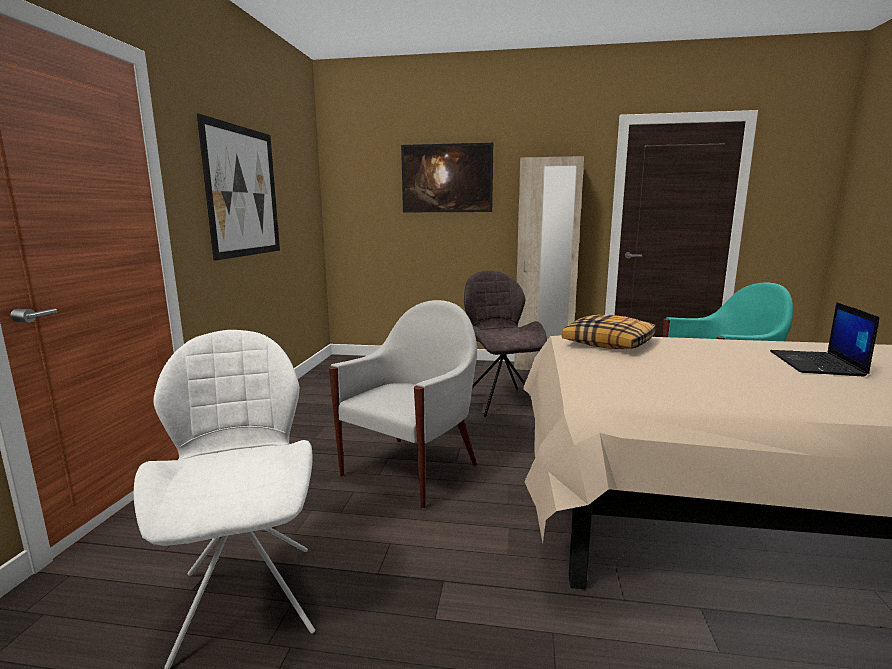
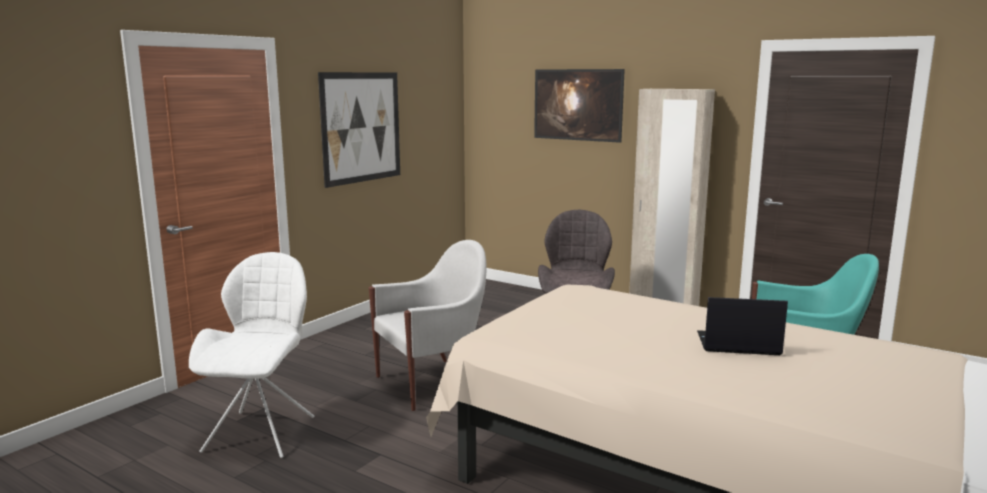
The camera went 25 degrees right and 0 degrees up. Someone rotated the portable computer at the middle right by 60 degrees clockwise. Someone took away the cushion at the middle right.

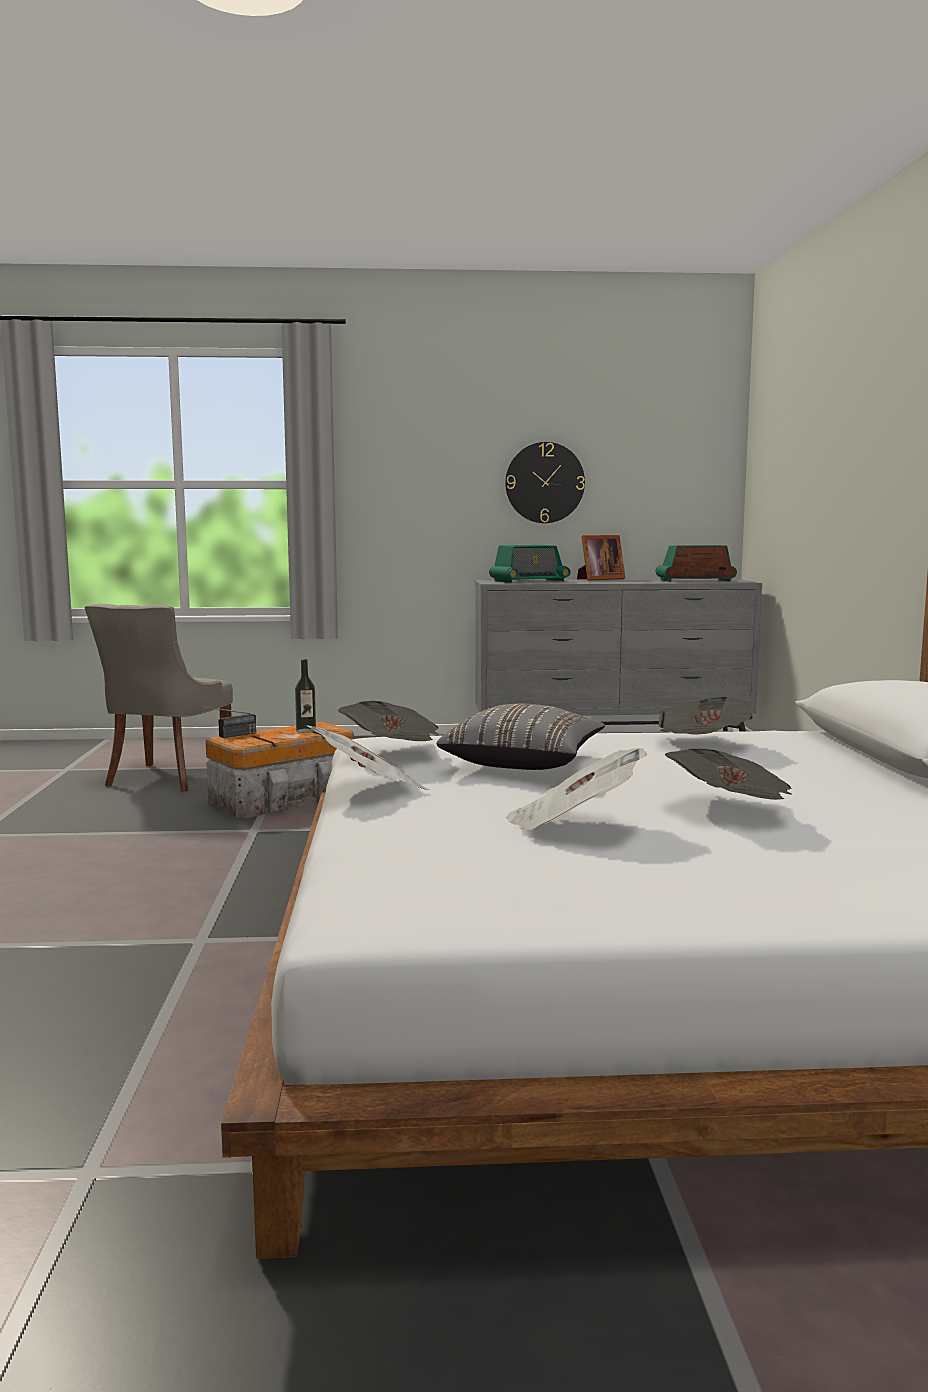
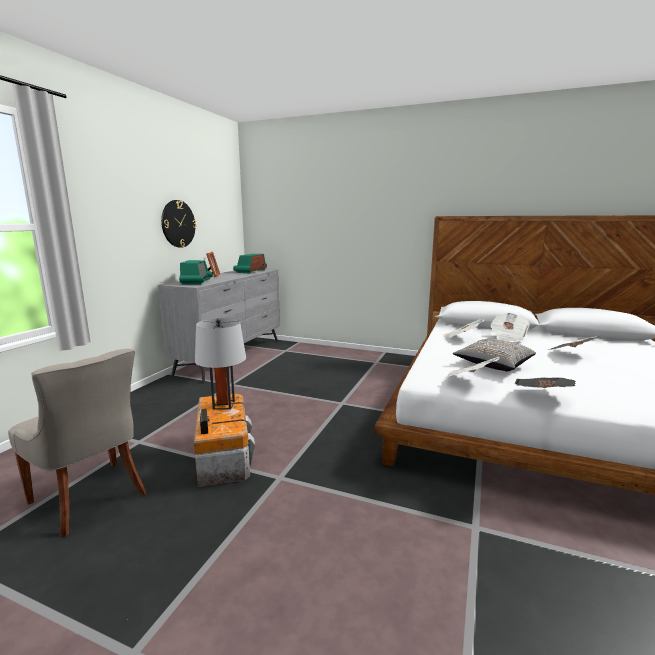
The camera went 65 degrees left and 5 degrees up. Someone swapped the beverage bottle at the middle left for the table lamp (grey) at the centre. Someone carried the printed paper (no. 3 from left) from the centre to the middle right.

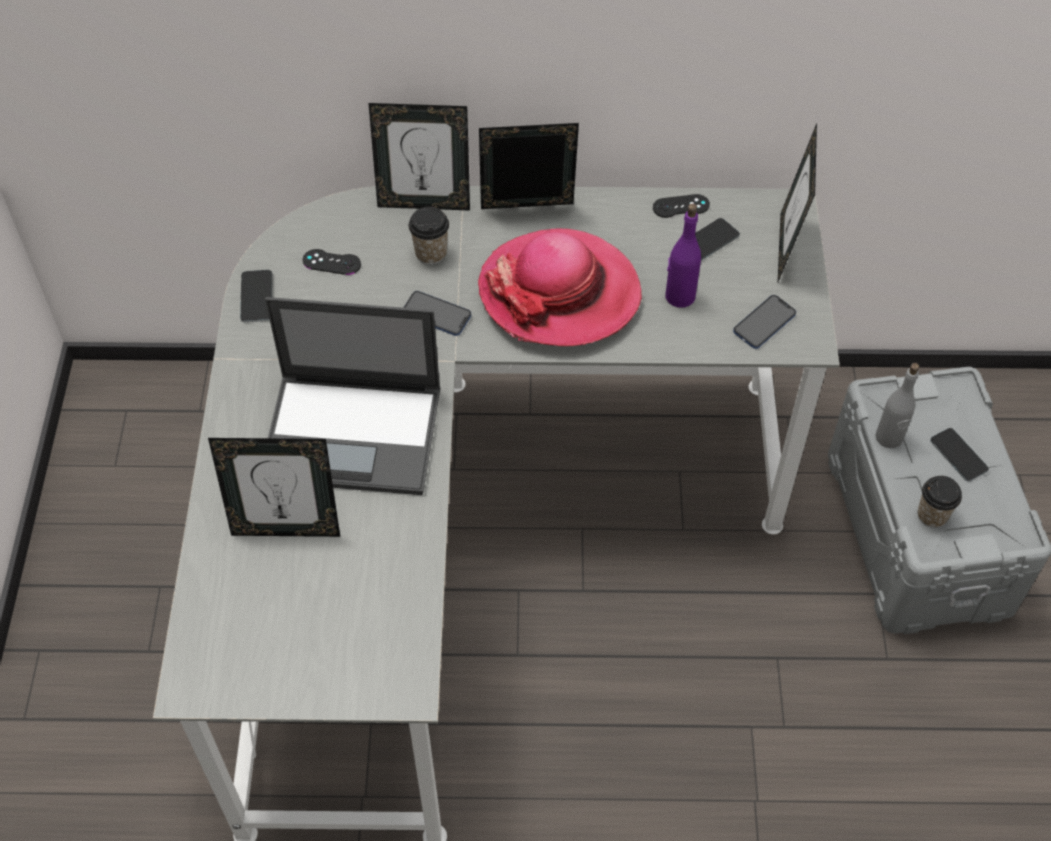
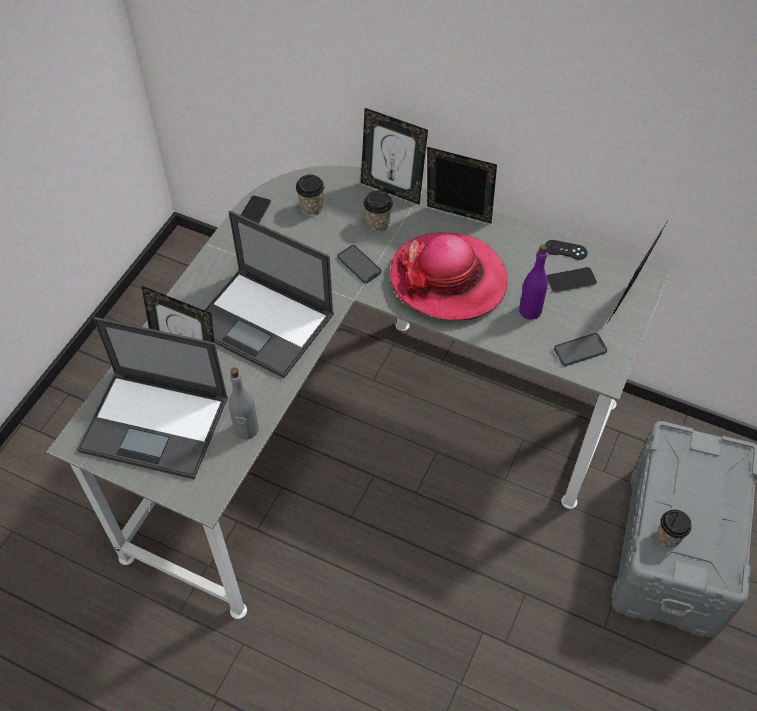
The camera went 25 degrees right and 0 degrees up. Someone swapped the joypad (blackish) (no. 1 from left) at the top left for the cup (no. 1 from left) at the top centre. Someone carried the beverage bottle (grey) from the middle right to the middle left. Someone took away the telephone (no. 5 from left) at the middle right. Someone put down the portable computer (no. 1 from left) at the middle left.

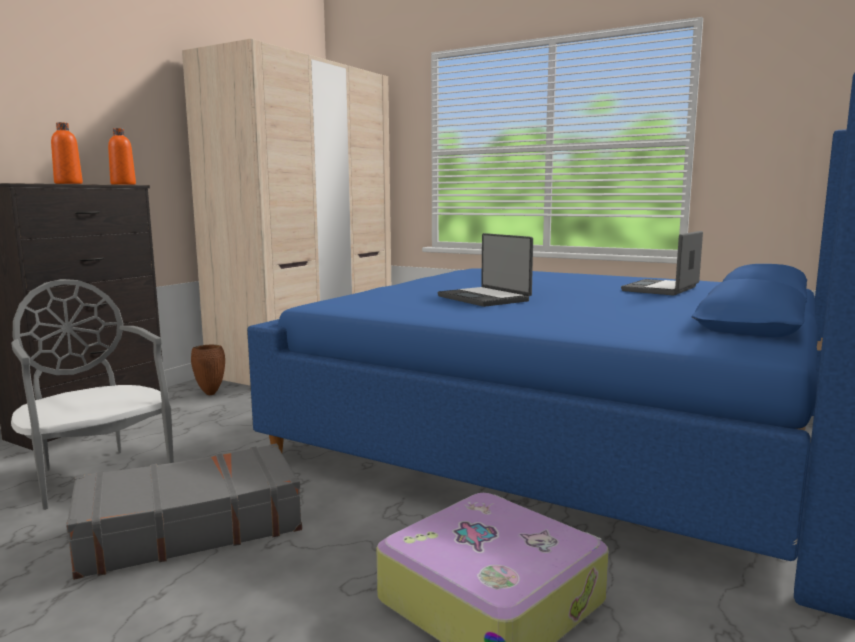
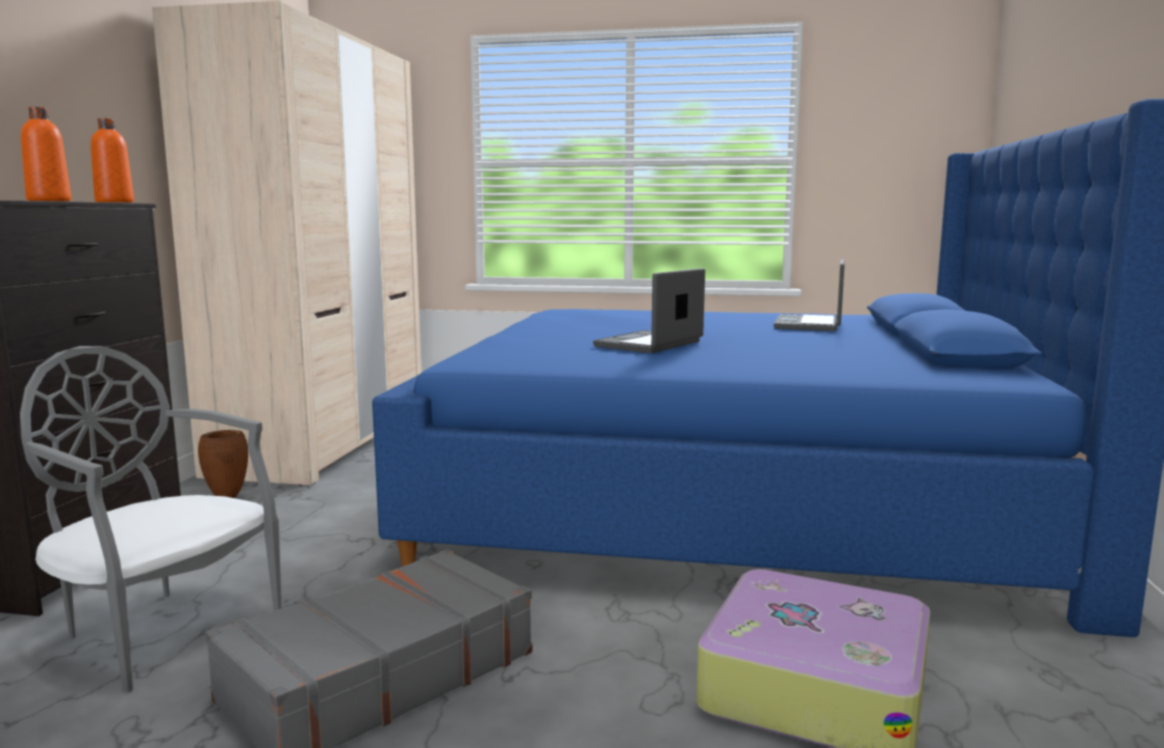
The camera went 20 degrees left and 0 degrees up. Someone rotated the portable computer (no. 1 from left) at the centre by 90 degrees clockwise.

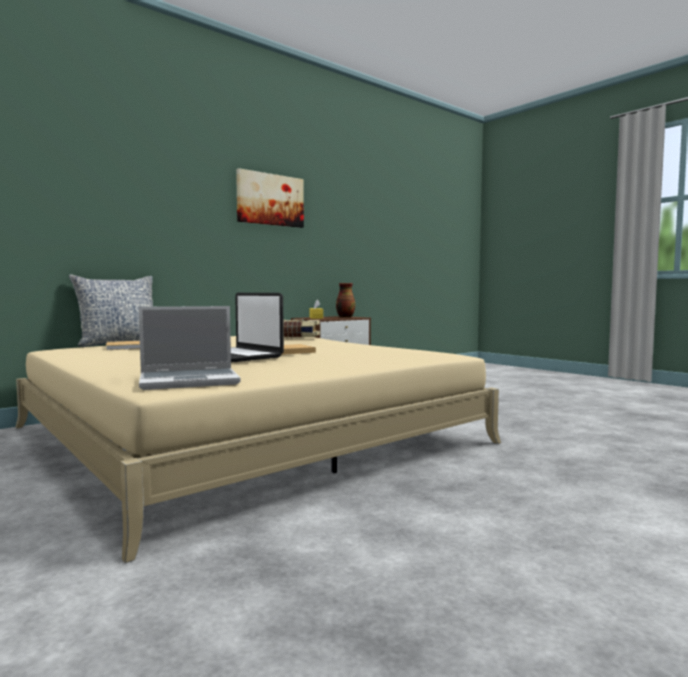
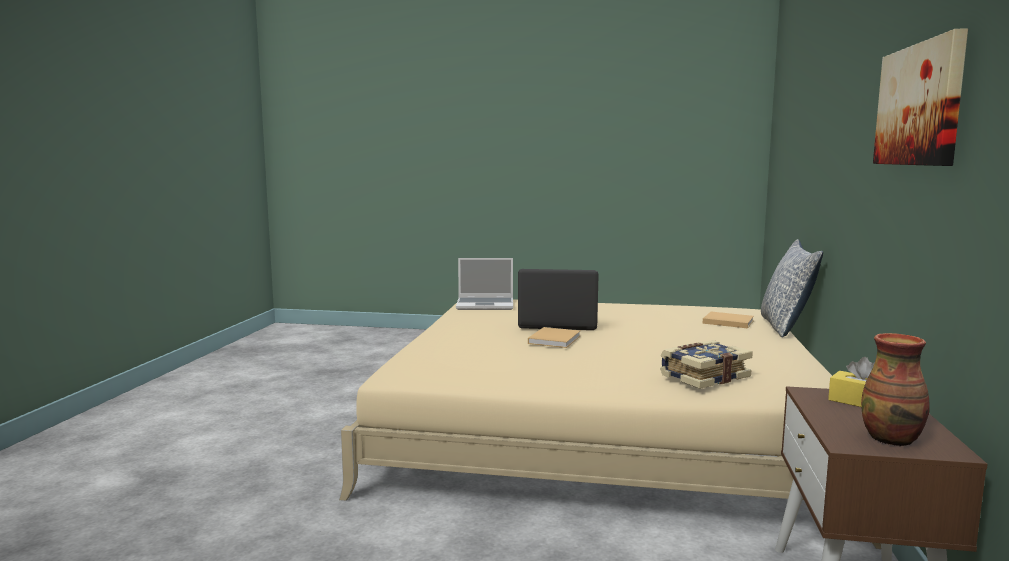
The camera went 140 degrees right and 5 degrees up. Someone rotated the portable computer (no. 1 from left) at the middle left by 120 degrees counterclockwise.

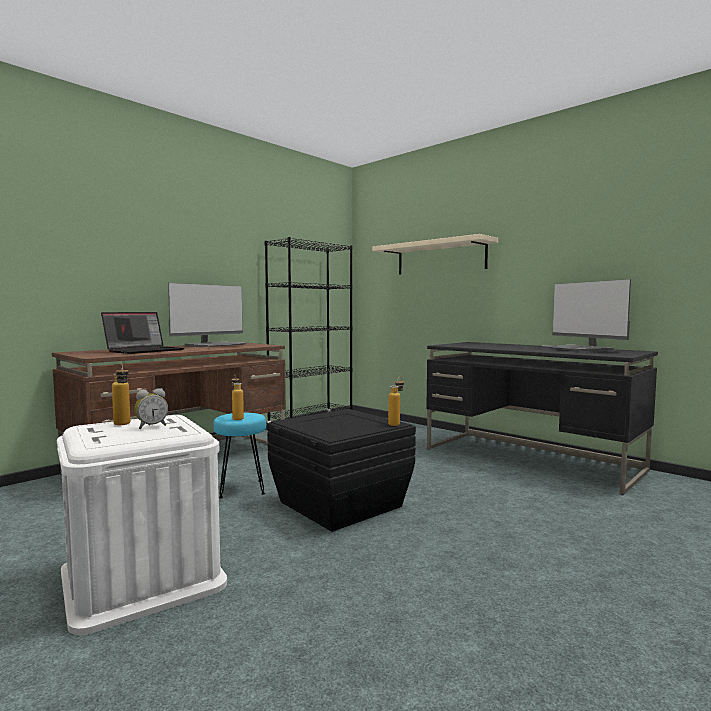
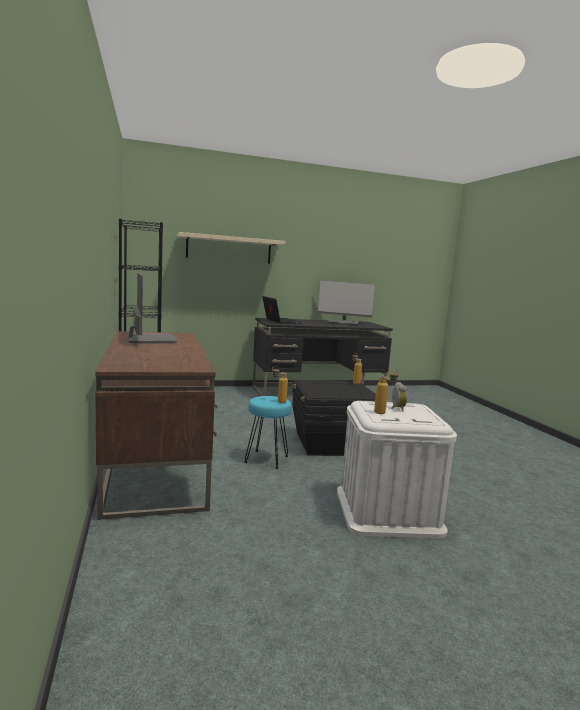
The camera went 60 degrees left and 5 degrees up. Someone carried the portable computer from the middle left to the centre.

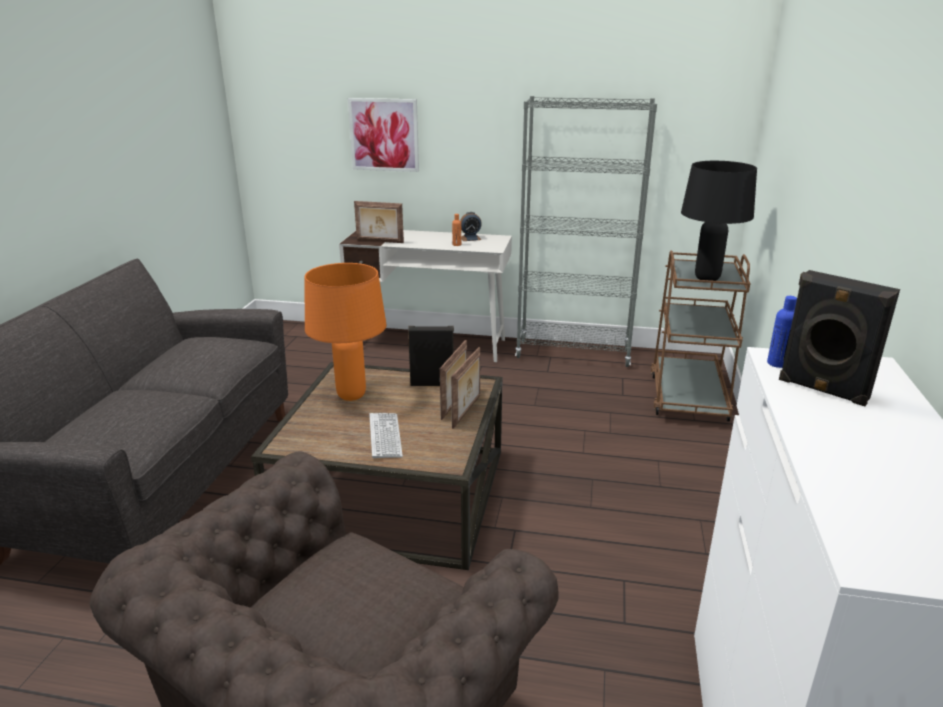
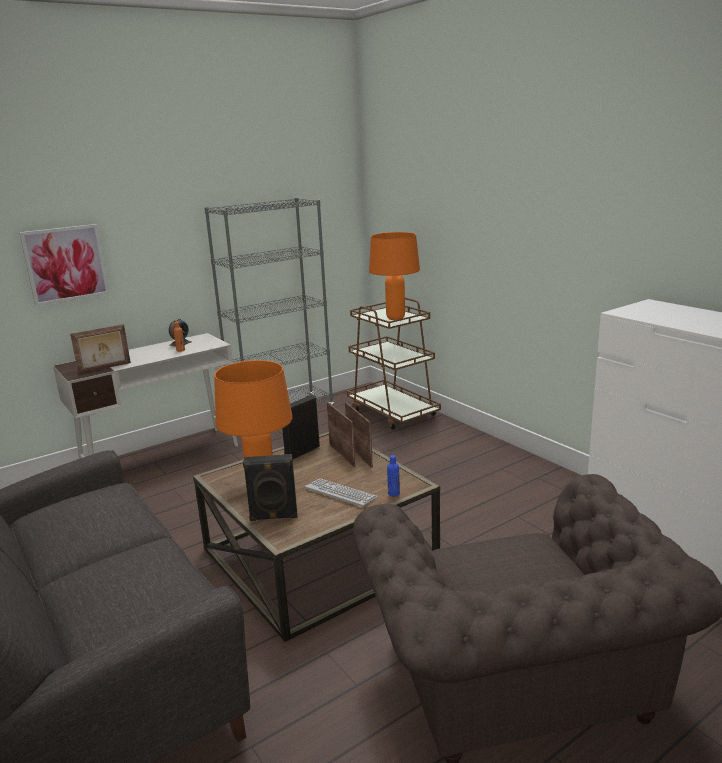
The camera went 45 degrees left and 5 degrees down. Someone repainted the table lamp (blackish) at the top right, which became the table lamp (orange-coloured) (no. 2 from left) at the centre. Someone carried the audio speaker (blackish) (no. 2 from left in the first image) from the middle right to the centre. Someone carried the beverage bottle (bluish) from the middle right to the centre.

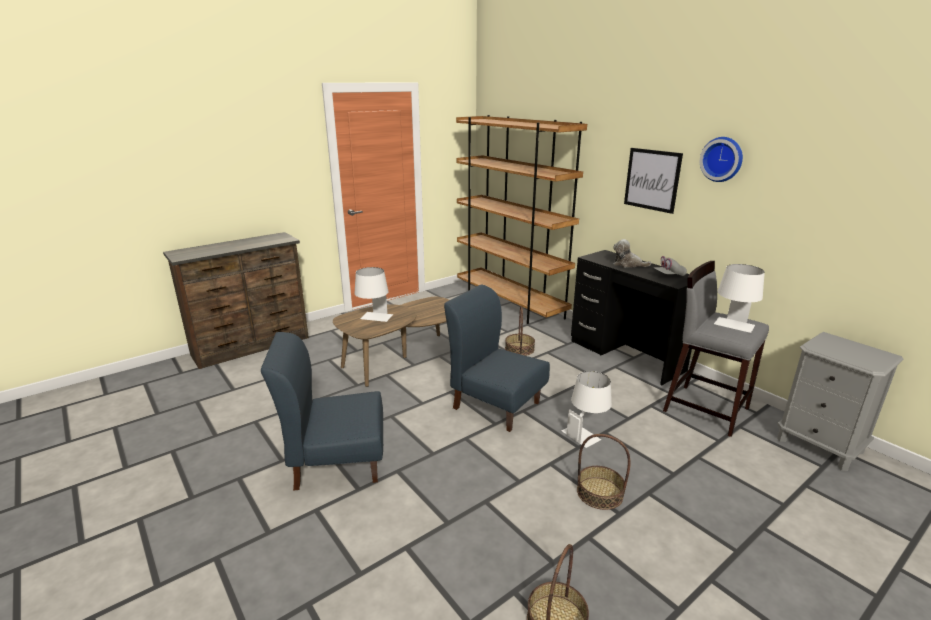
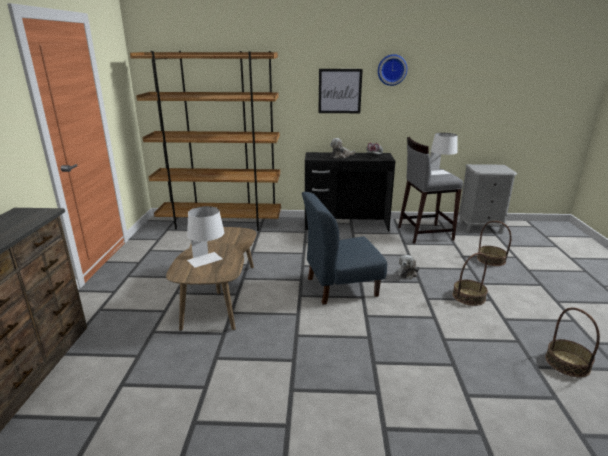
The camera went 50 degrees left and 0 degrees up. Someone carried the household basket (no. 1 from left in the first image) from the centre to the middle right. Someone took away the upright chair (bluish) (no. 1 from left) at the centre. Someone swapped the table lamp (white) (no. 2 from left) at the centre for the plush toy (no. 2 from left) at the middle right.

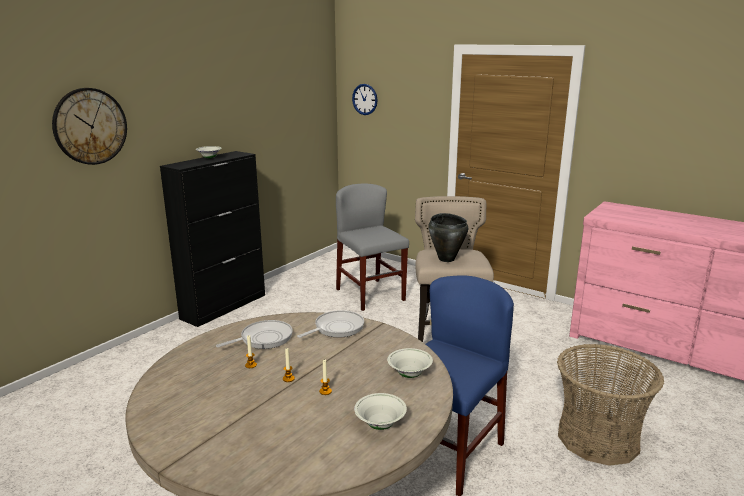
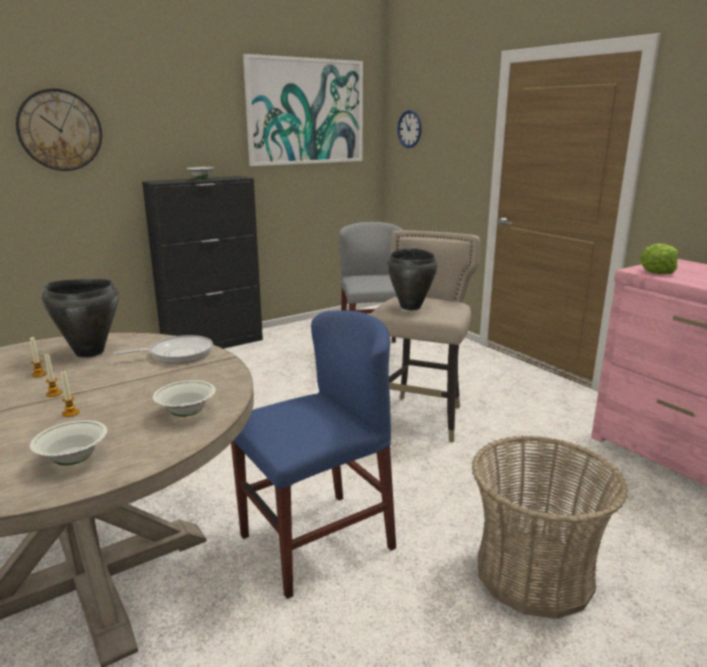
The camera went 20 degrees right and 0 degrees up. Someone swapped the skillet (no. 1 from left) at the bottom centre for the cooking pot (blackish) (no. 1 from left) at the middle left. Someone put up the wall picture at the top centre. Someone put down the lettuce at the middle right.

